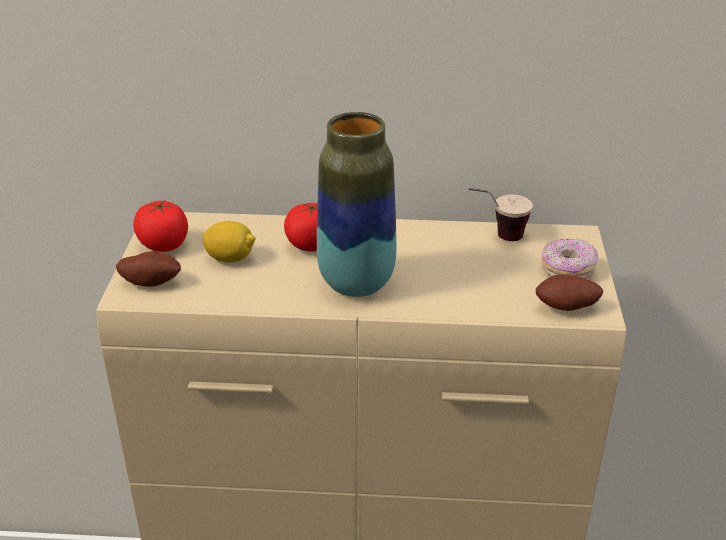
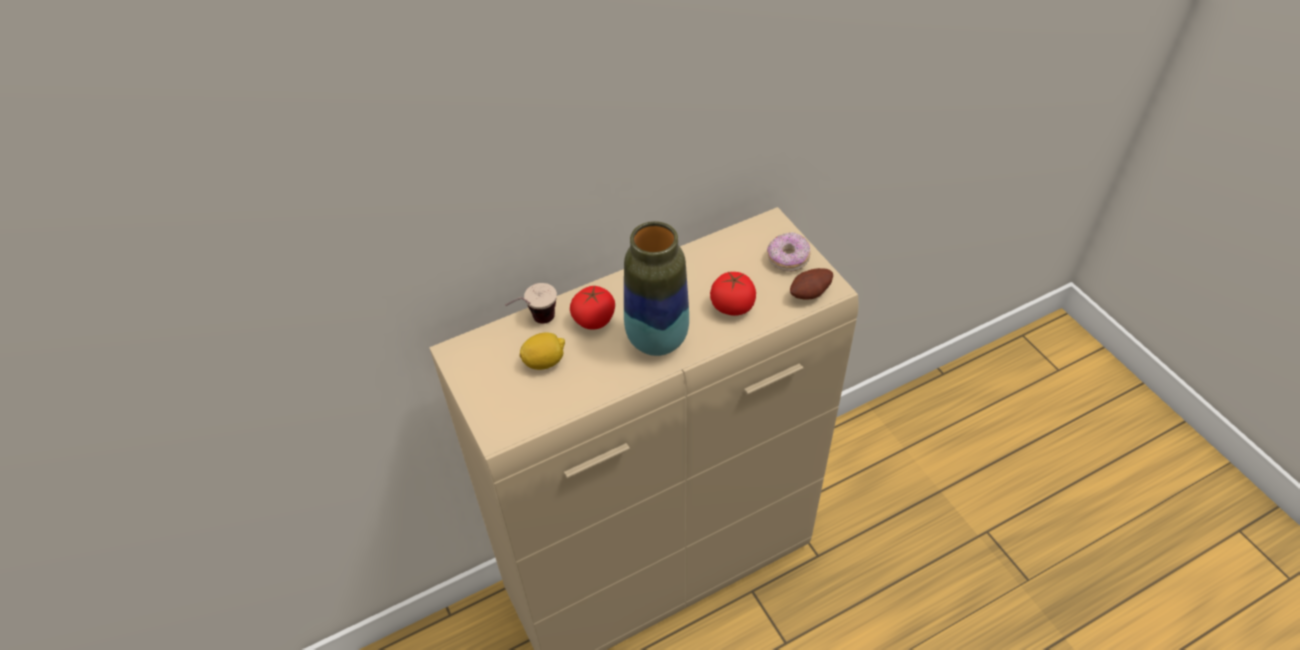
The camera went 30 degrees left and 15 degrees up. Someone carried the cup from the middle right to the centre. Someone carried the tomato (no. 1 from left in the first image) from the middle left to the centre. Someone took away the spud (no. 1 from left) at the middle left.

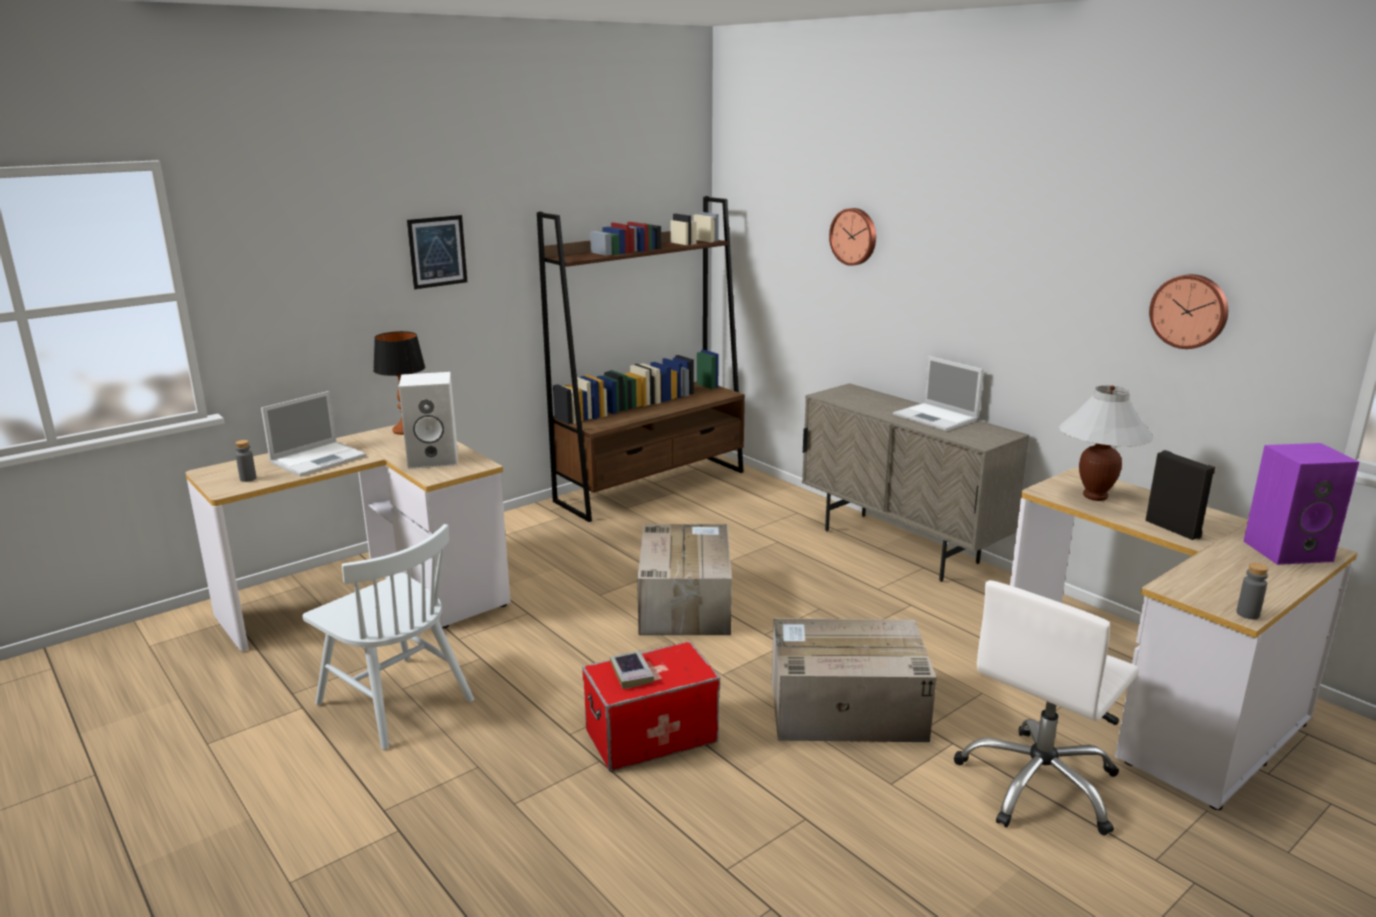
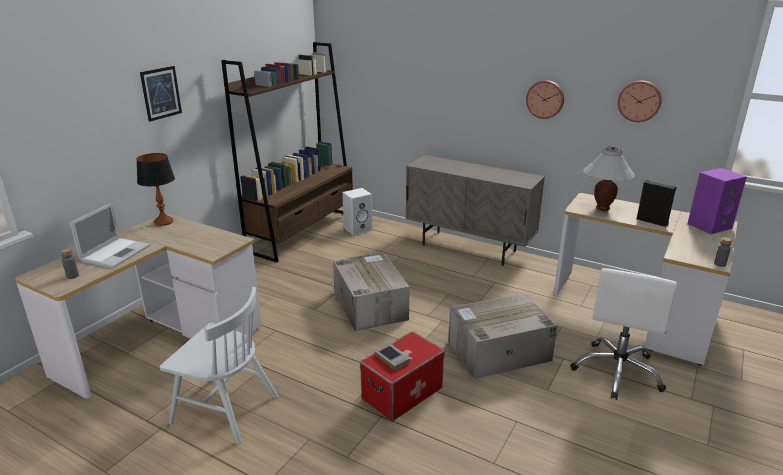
The camera went 20 degrees left and 5 degrees up. Someone carried the wall clock (no. 1 from left) from the top centre to the top right. Someone took away the portable computer (no. 2 from left) at the middle right. Someone carried the audio speaker (white) from the middle left to the centre.

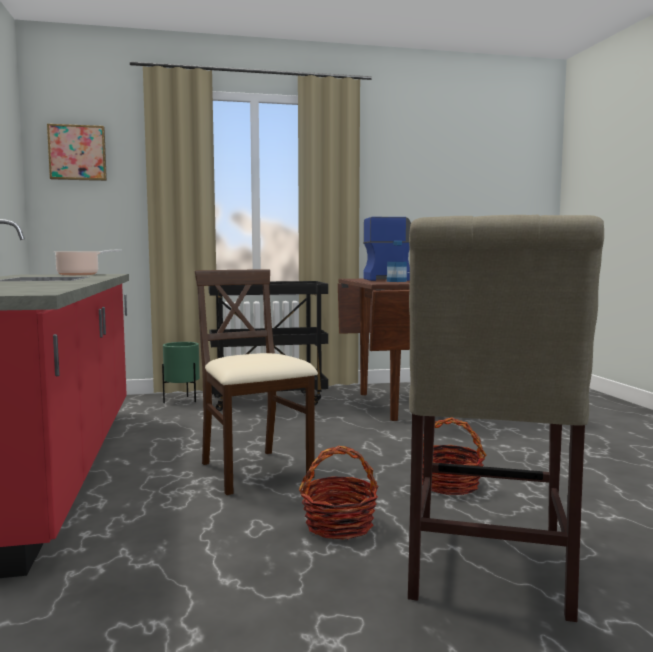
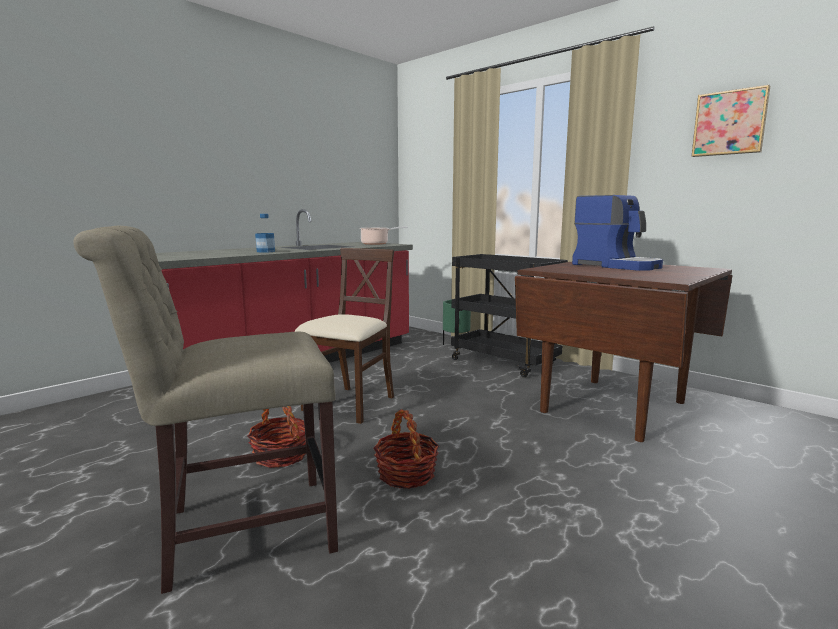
The camera went 55 degrees right and 5 degrees up. Someone carried the wall picture from the top left to the top right. Someone carried the beverage bottle from the centre to the middle left.

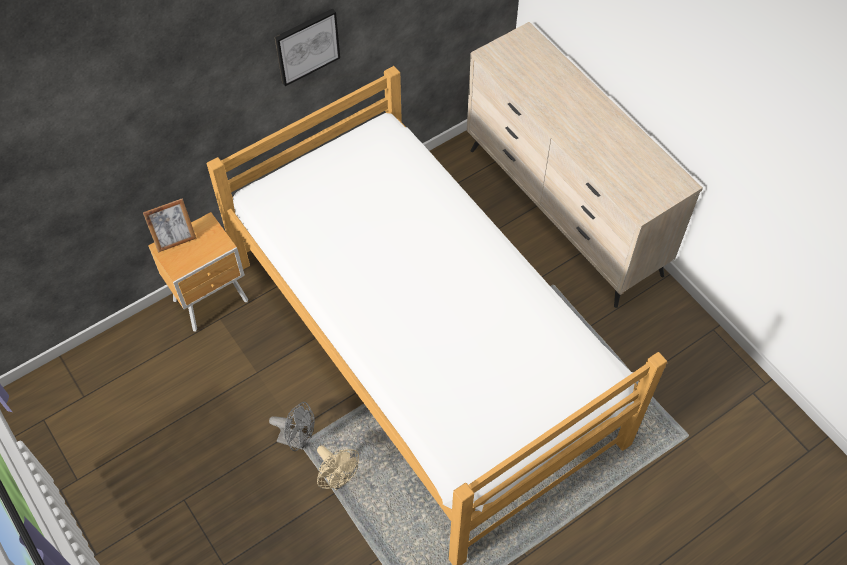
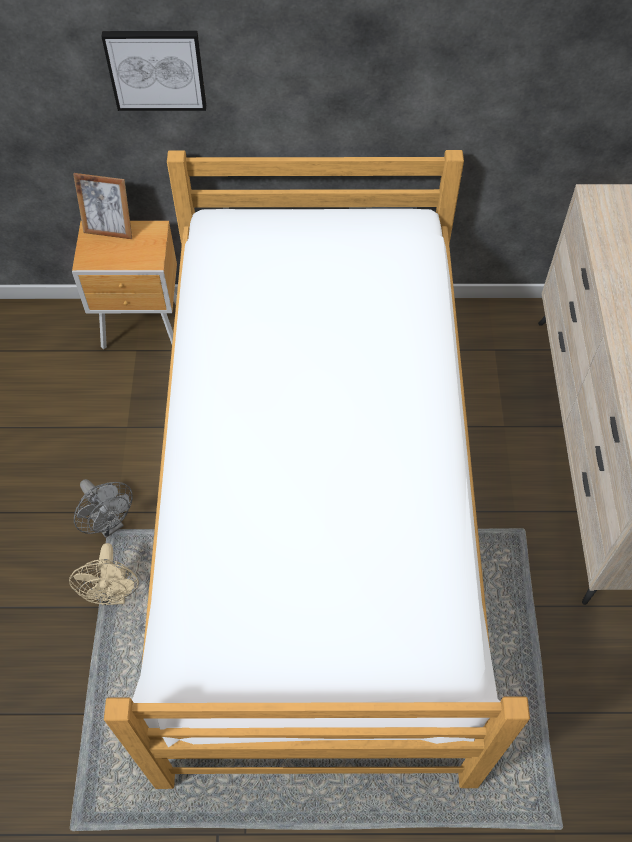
The camera went 35 degrees right and 0 degrees up. Someone carried the wall picture from the top centre to the top left.

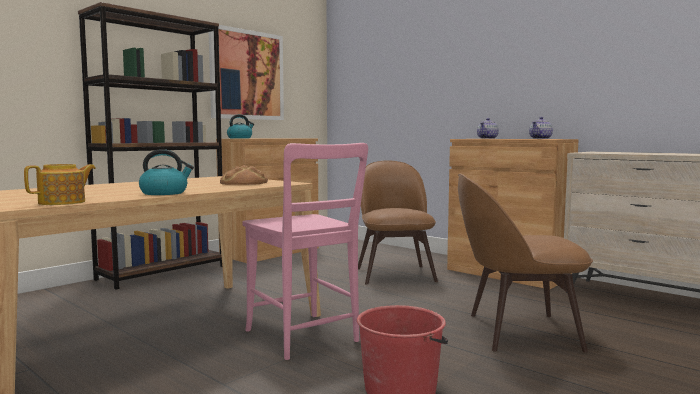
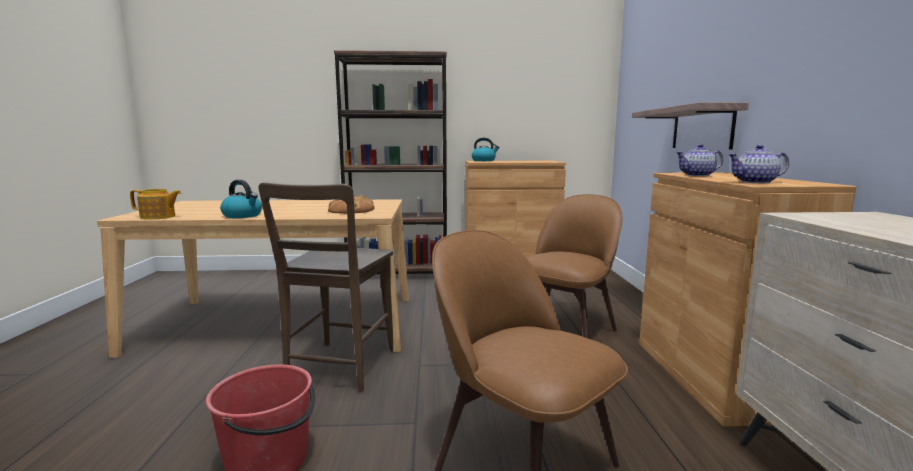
The camera went 45 degrees right and 5 degrees up. Someone took away the wall picture at the top centre. Someone repainted the upright chair (pinkish) at the centre, which became the upright chair (brown) (no. 1 from left) at the centre. Someone put up the shelf at the top right.

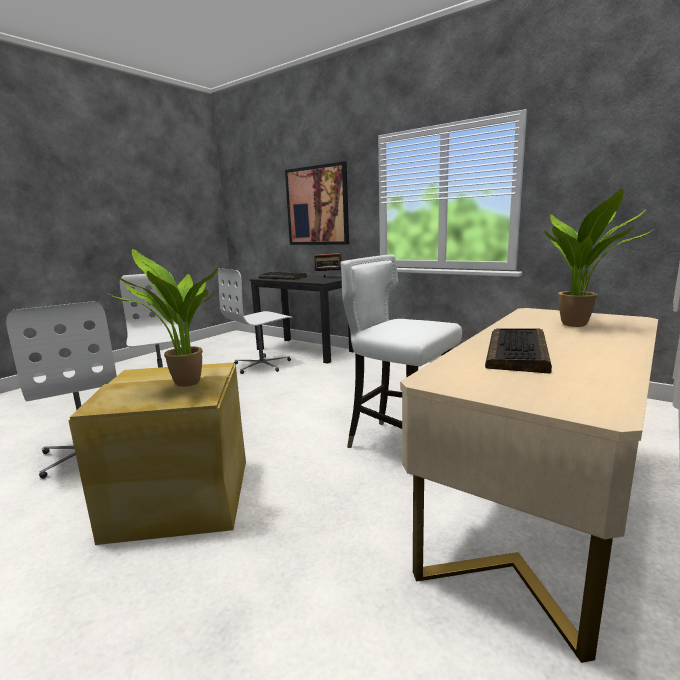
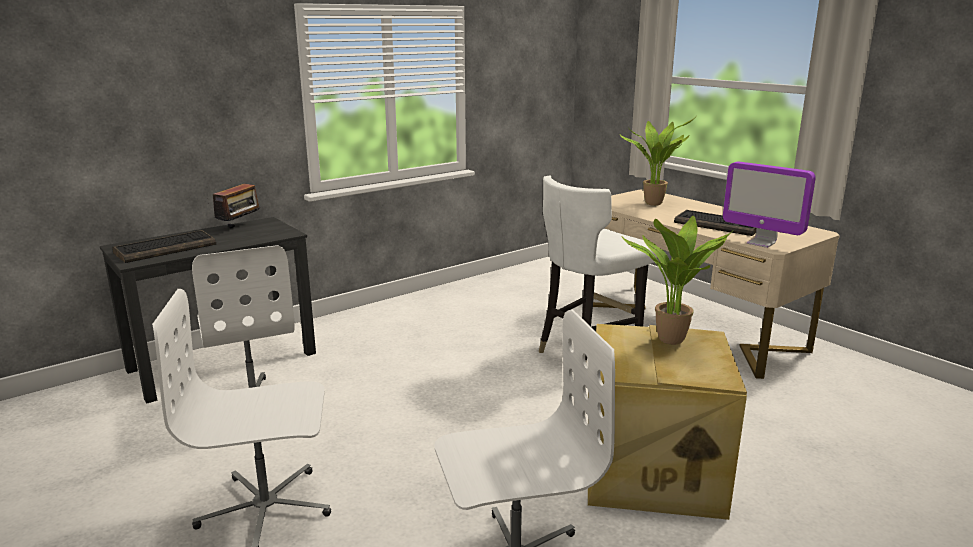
The camera went 75 degrees left and 5 degrees up. Someone took away the wall picture at the top centre. Someone put down the monitor at the middle right.

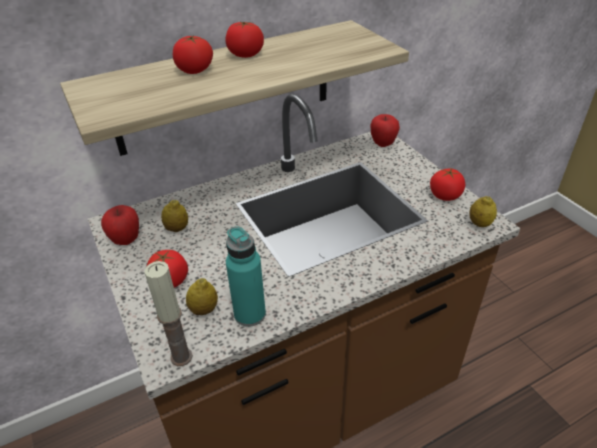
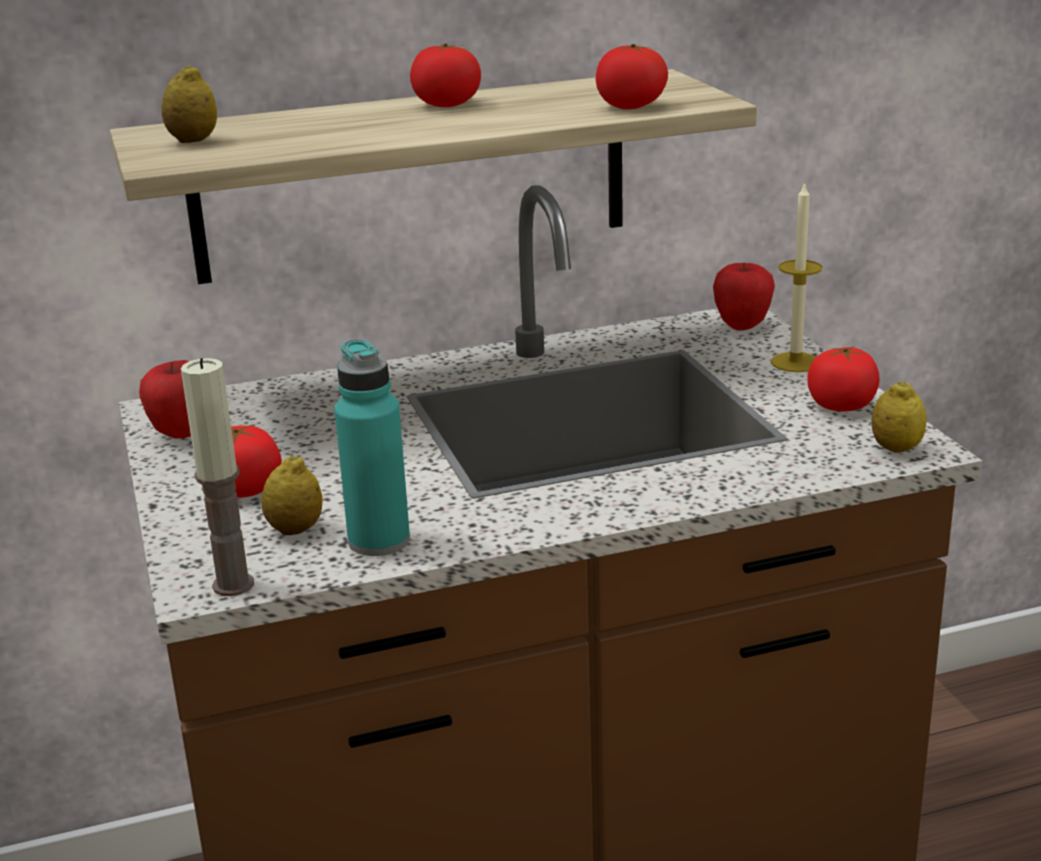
The camera went 10 degrees right and 15 degrees down. Someone carried the tomato (no. 2 from left in the first image) from the top left to the top centre. Someone carried the lemon (no. 1 from left) from the middle left to the top left. Someone put down the wax candle (no. 2 from left) at the top right.

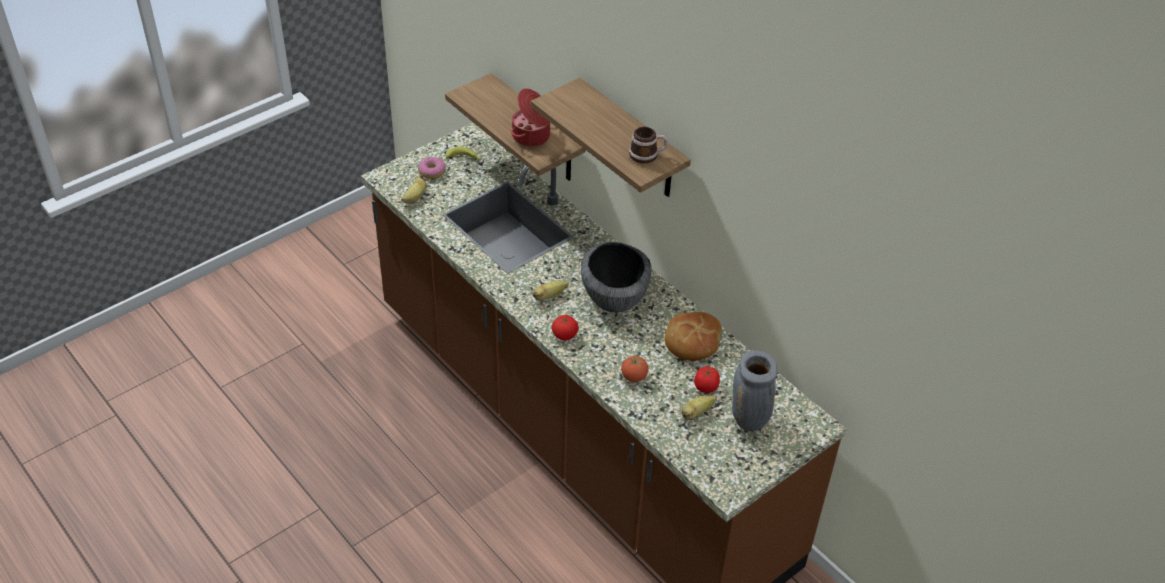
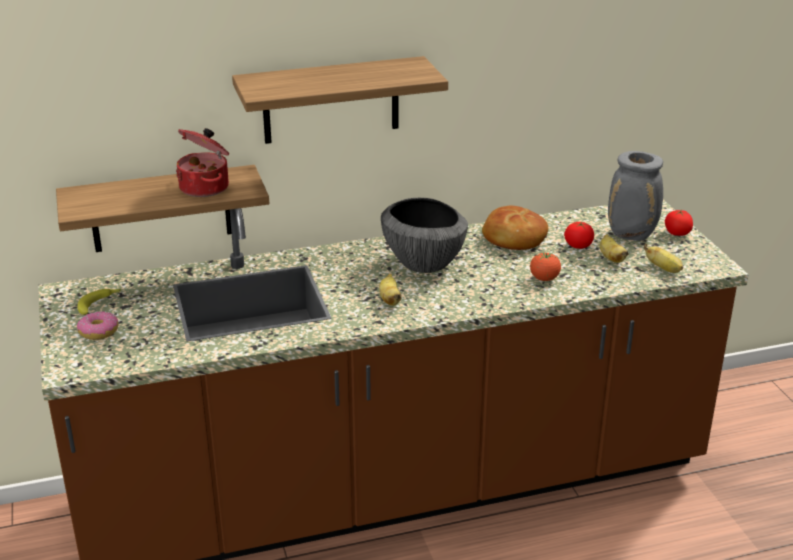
The camera went 65 degrees left and 15 degrees down. Someone took away the tea mug at the top centre. Someone carried the whole banana (no. 1 from left in the first image) from the top centre to the middle right. Someone carried the tomato (no. 1 from left in the first image) from the centre to the middle right.

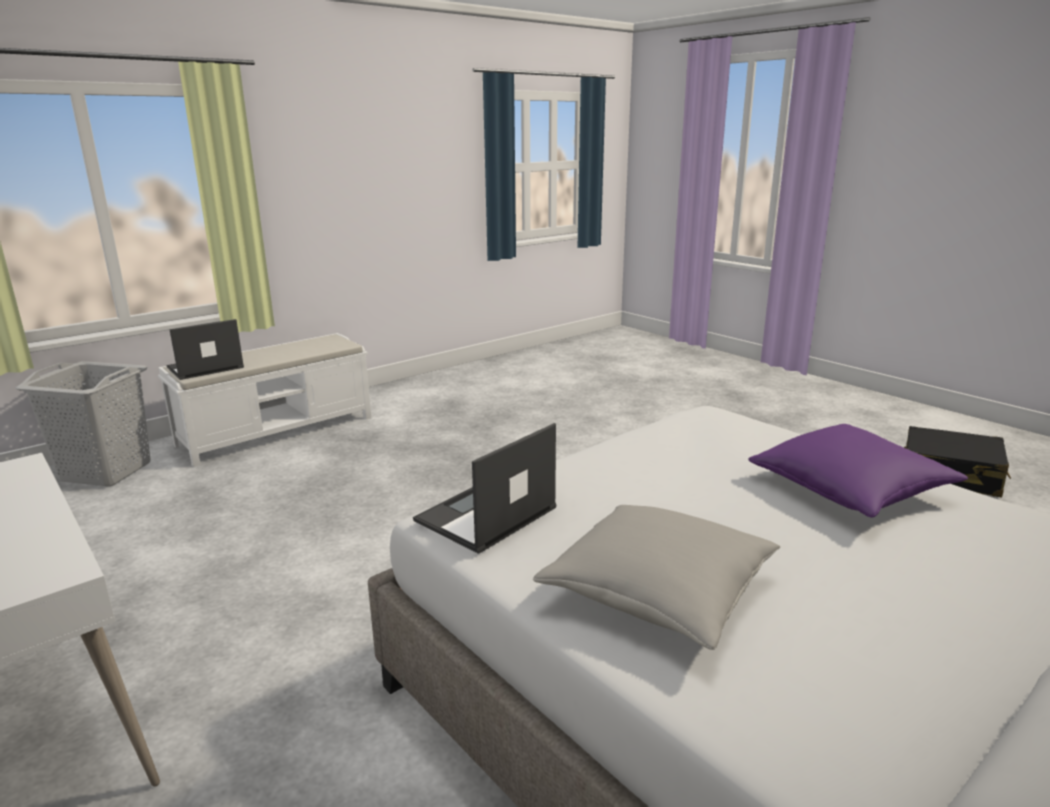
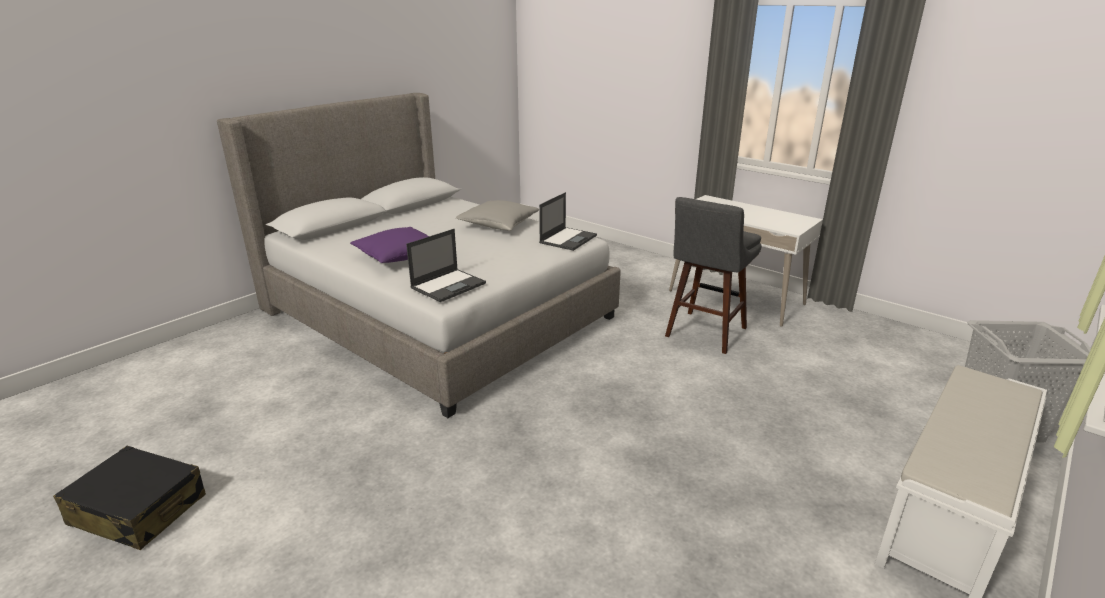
The camera went 170 degrees right and 5 degrees up. Someone carried the portable computer (no. 1 from left) from the middle left to the centre. Someone put down the stool (grey) at the centre.

